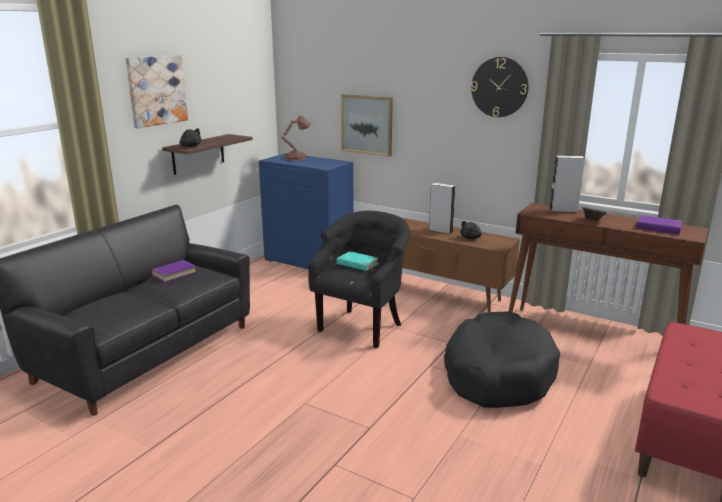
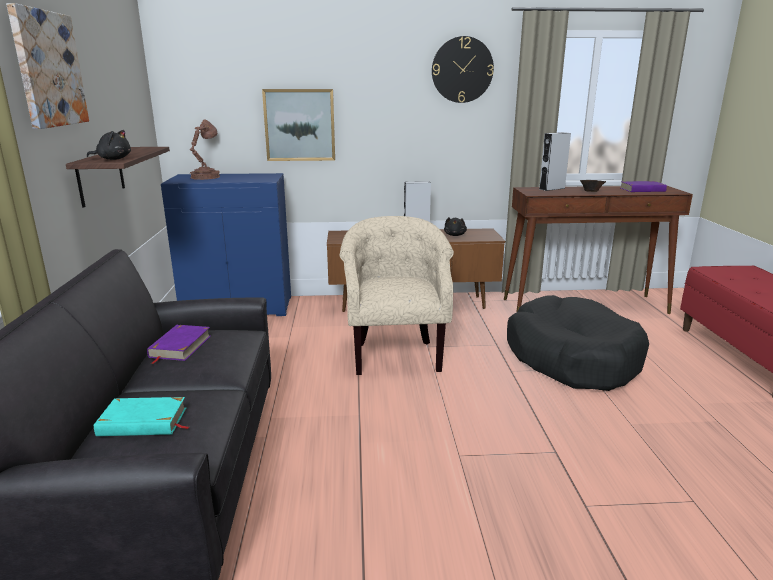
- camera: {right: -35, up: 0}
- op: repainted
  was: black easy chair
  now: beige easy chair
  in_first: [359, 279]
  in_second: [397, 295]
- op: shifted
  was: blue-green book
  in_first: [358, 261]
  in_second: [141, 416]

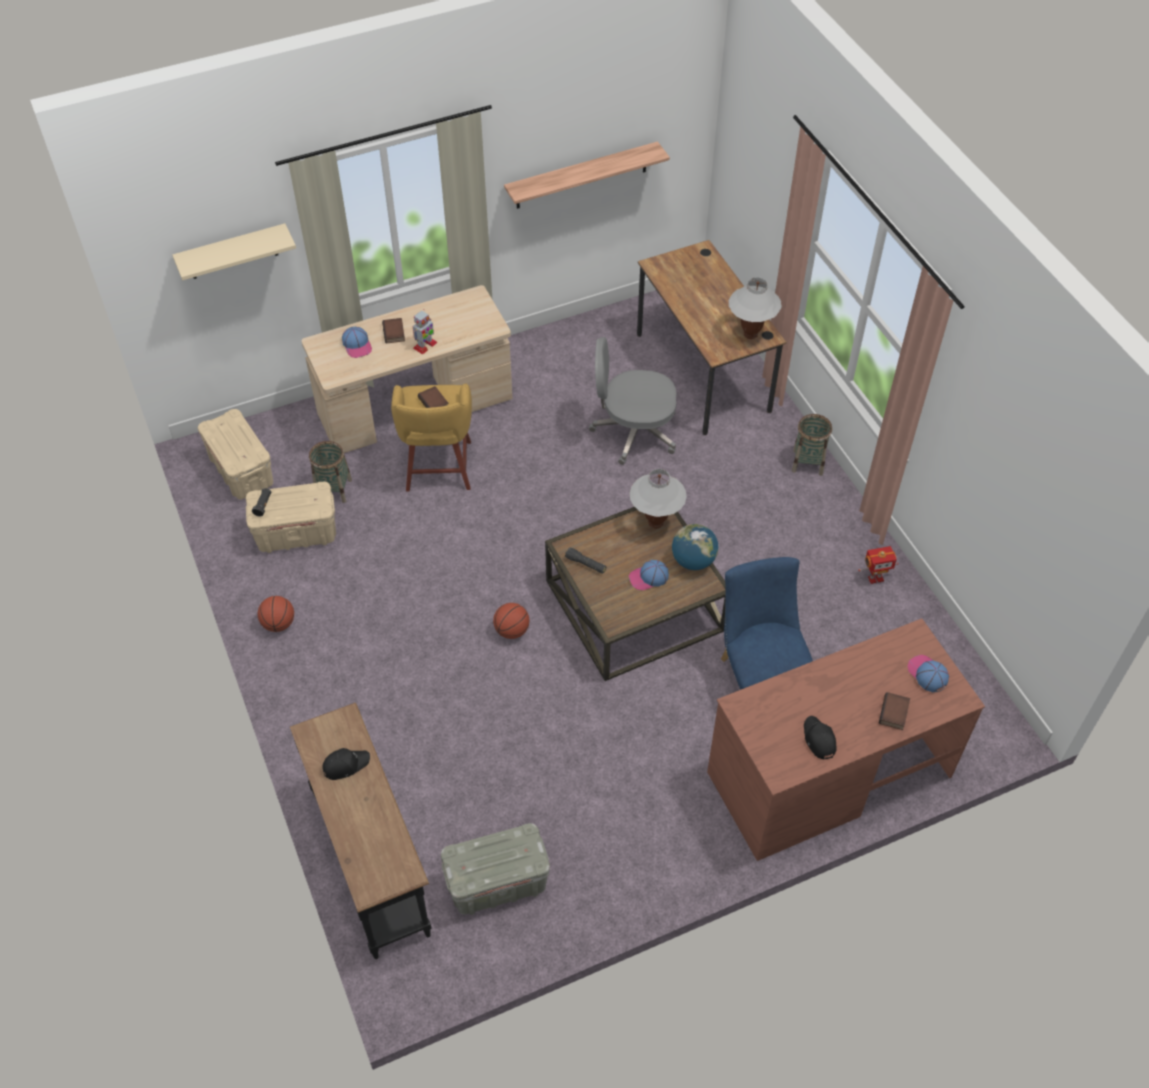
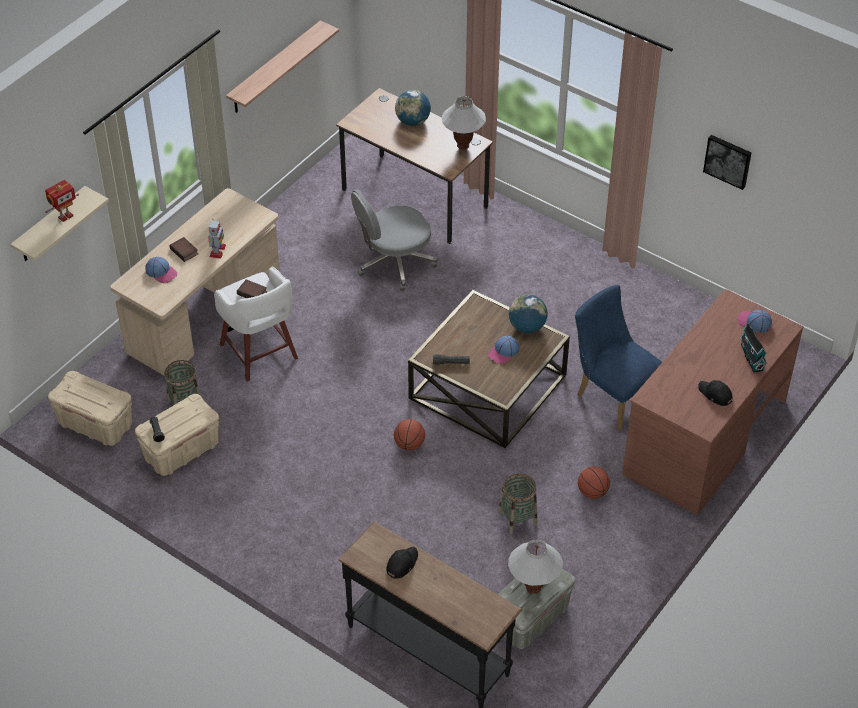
- camera: {right: -30, up: -5}
- op: shifted
  was: basketball ball
  in_first: [276, 614]
  in_second: [594, 482]
- op: repainted
  was: yellowish stool
  now: white-coloured stool
  in_first: [431, 437]
  in_second: [256, 324]
- op: shifted
  was: white-coloured table lamp
  in_first: [658, 499]
  in_second: [535, 566]
- op: shifted
  was: household basket
  in_first: [812, 445]
  in_second: [517, 504]
- op: shifted
  was: model robot
  in_first: [878, 565]
  in_second: [62, 201]
- op: swapped
  was: book
  now: miniature house
  in_first: [894, 711]
  in_second: [753, 347]
- op: new
  now: world globe
  in_second: [413, 108]
- op: new
  now: picture
  in_second: [727, 162]

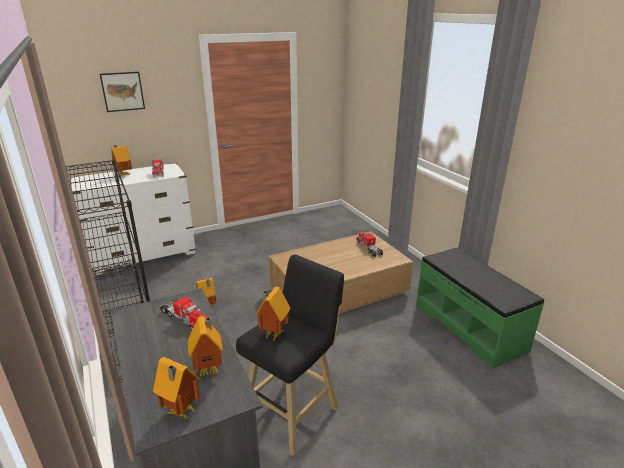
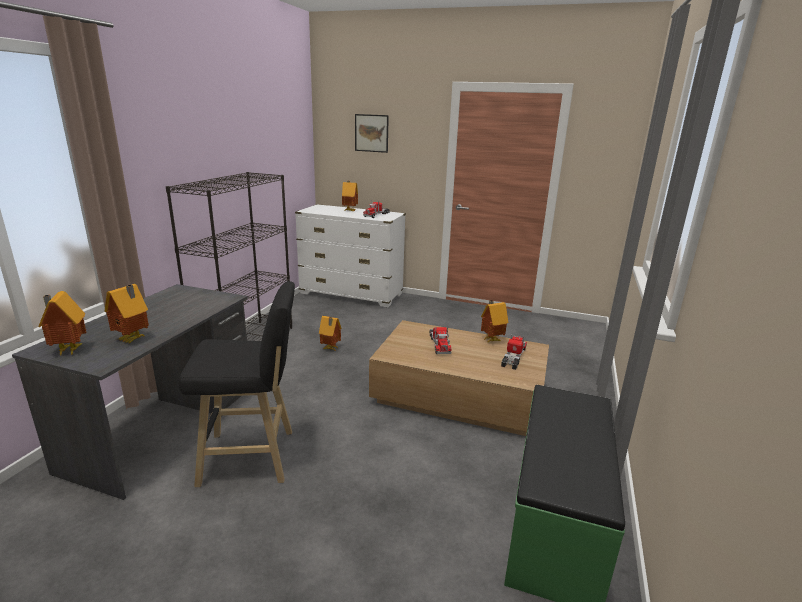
- camera: {right: 45, up: -5}
- op: shifted
  was: model truck
  in_first: [184, 314]
  in_second: [440, 340]
- op: shifted
  was: miniature house
  in_first: [272, 314]
  in_second: [495, 321]

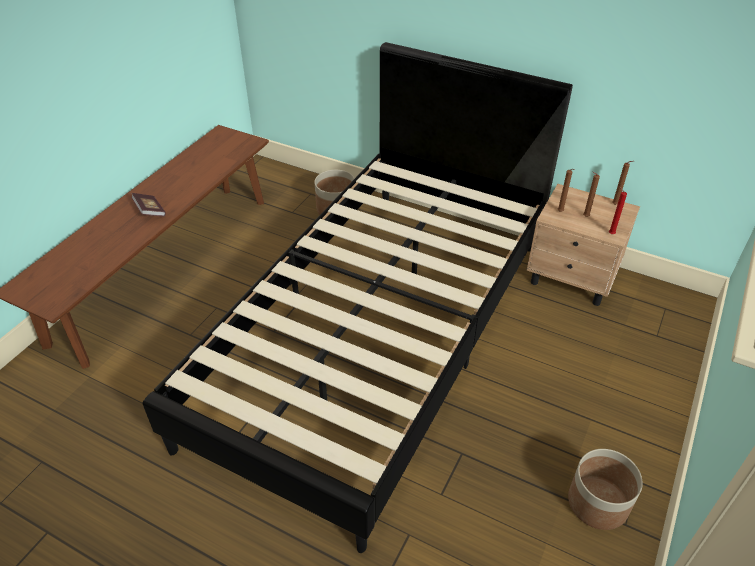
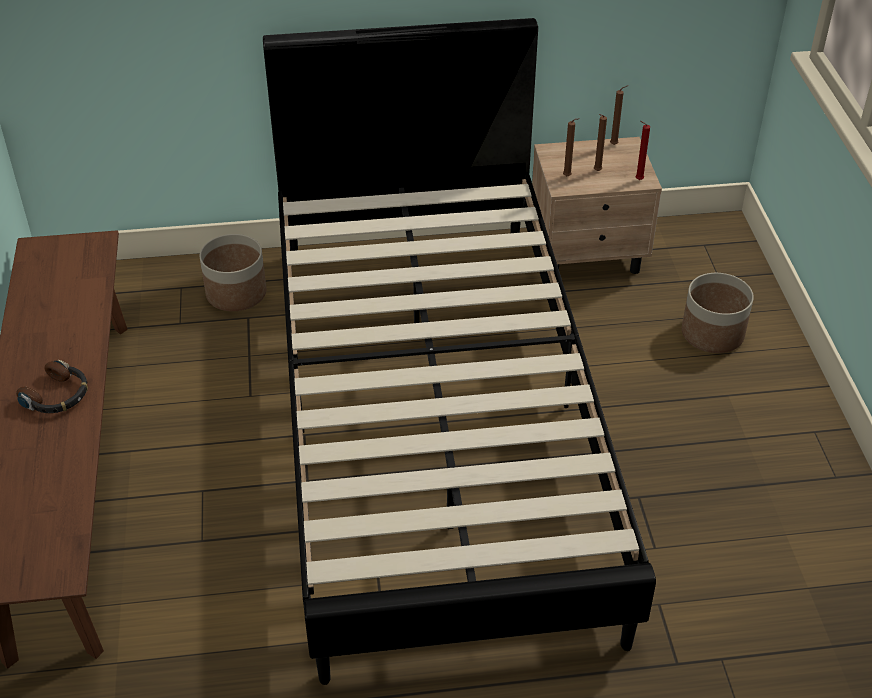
- camera: {right: -35, up: 0}
- op: swapped
  was: book
  now: headset
  in_first: [148, 204]
  in_second: [52, 386]
- op: shifted
  was: planter
  in_first: [605, 489]
  in_second: [718, 313]

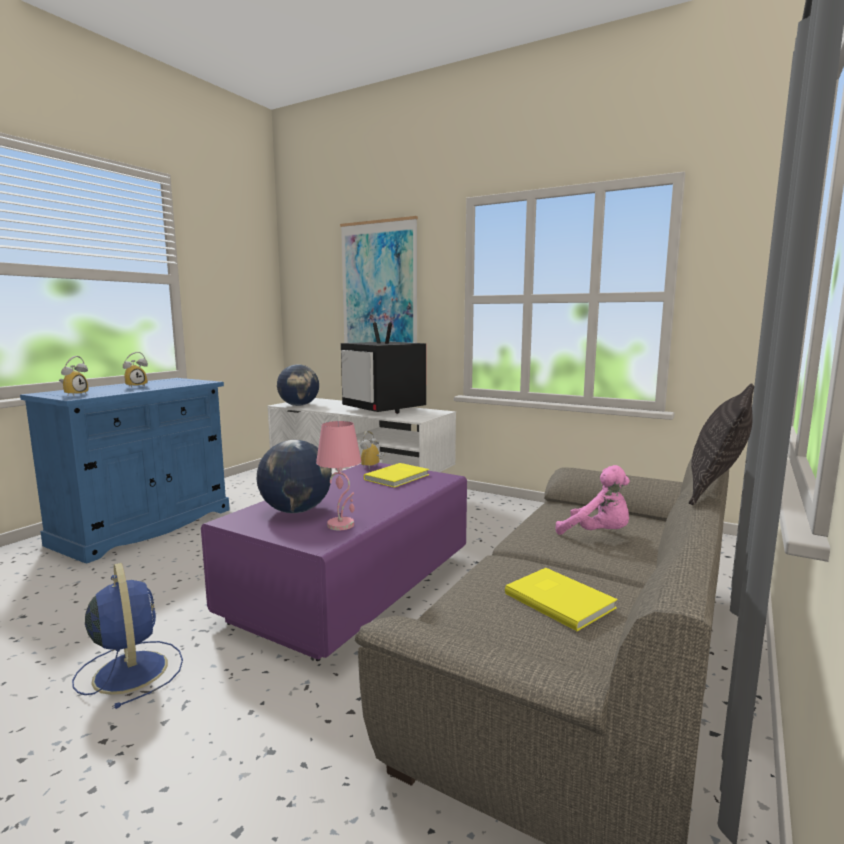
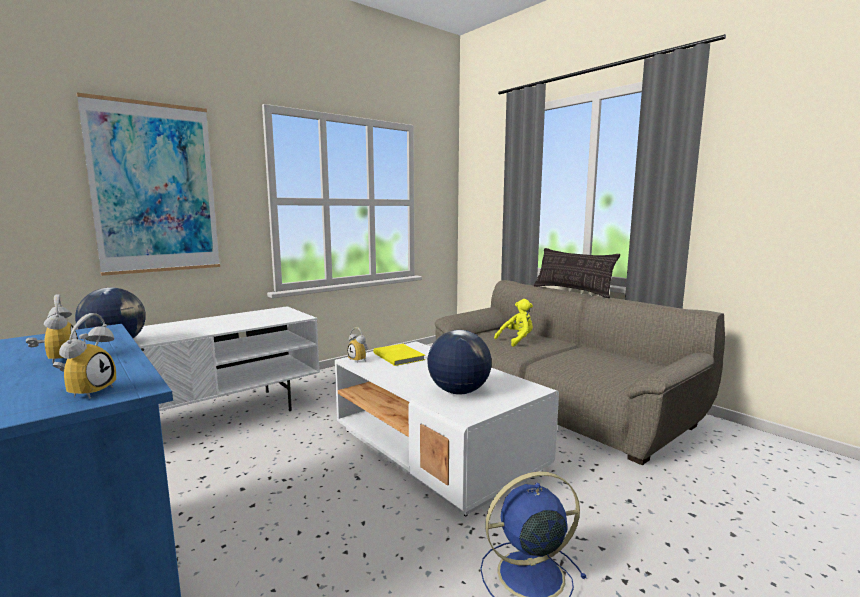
- camera: {right: -70, up: 0}
- op: rotated
  was: bedside clock
  in_first: [73, 376]
  in_second: [84, 356]
  clockwise: 60
- op: repainted
  was: purple-coloured coffee table
  now: white-coloured coffee table
  in_first: [334, 562]
  in_second: [447, 428]
- op: gone
  was: pinkish table lamp
  in_first: [338, 475]
- op: gone
  was: television
  in_first: [383, 368]
- op: gone
  was: yellowish book
  in_first: [561, 599]
- op: repainted
  was: pinkish soft toy
  now: yellowish soft toy
  in_first: [593, 500]
  in_second: [513, 323]

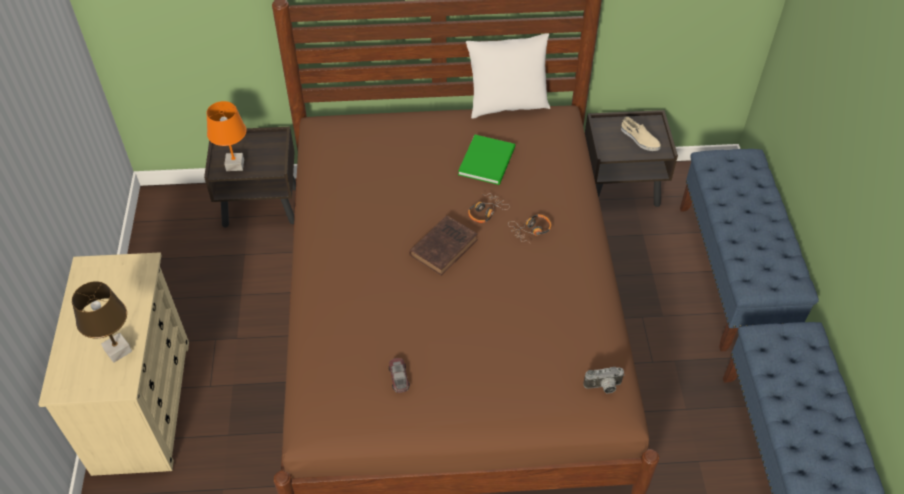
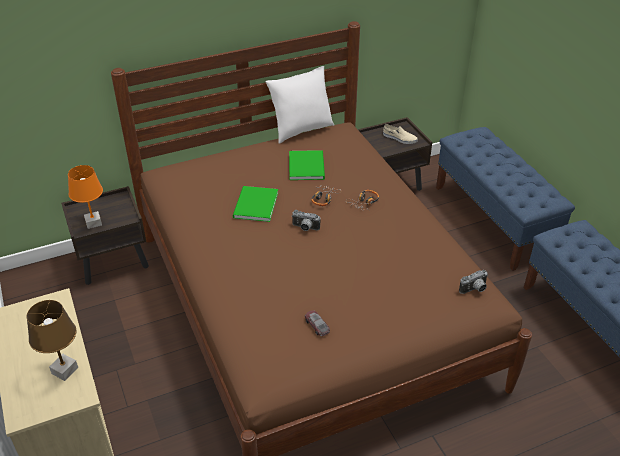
- camera: {right: -20, up: -10}
- op: swapped
  was: brownish book
  now: photo camera
  in_first: [443, 245]
  in_second: [306, 220]
- op: new
  now: greenish book
  in_second: [255, 204]

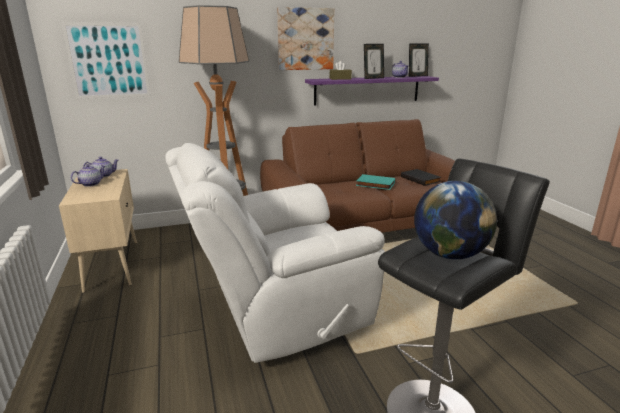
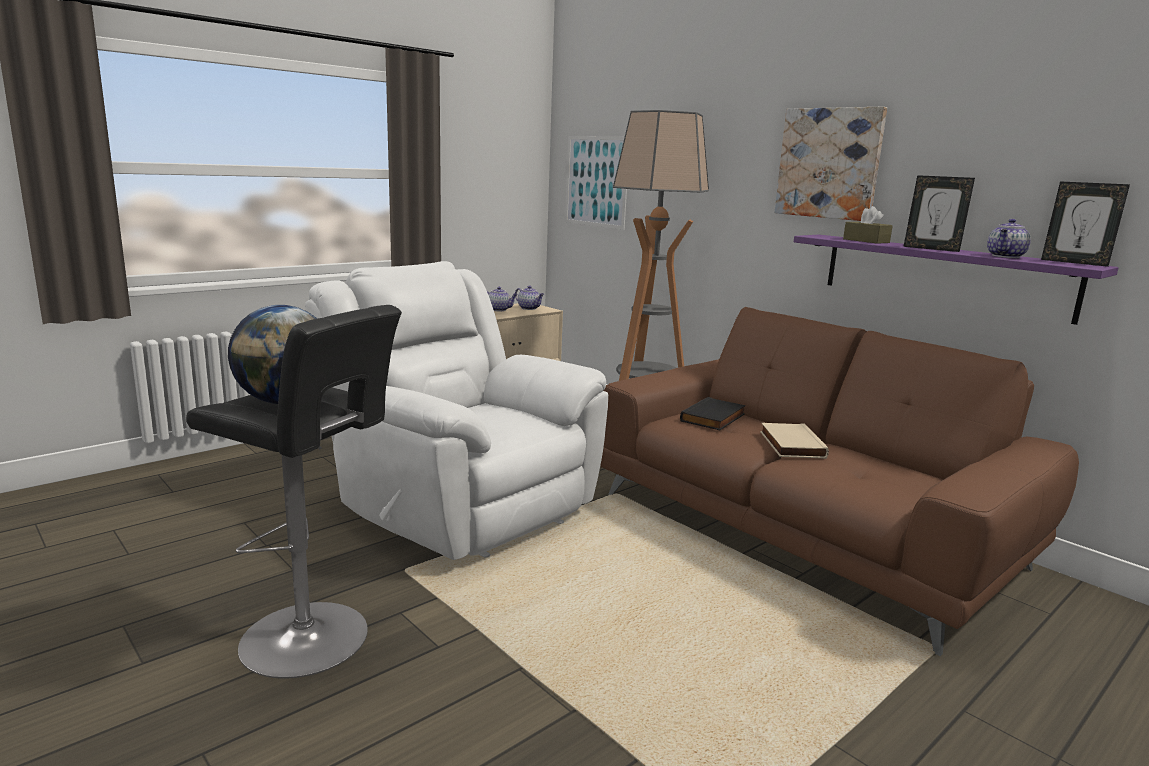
- camera: {right: 65, up: -5}
- op: repainted
  was: blue-green book
  now: beige book
  in_first: [375, 182]
  in_second: [794, 441]
- op: shifted
  was: black book
  in_first: [421, 177]
  in_second: [713, 413]

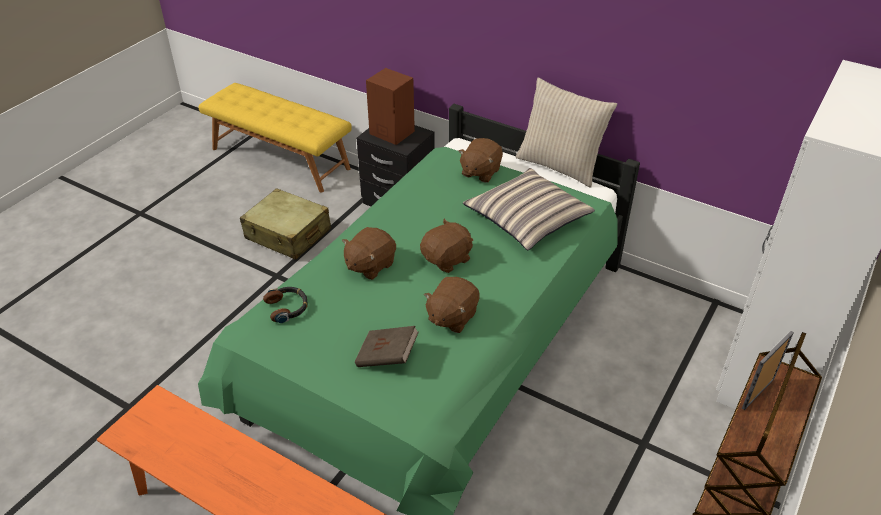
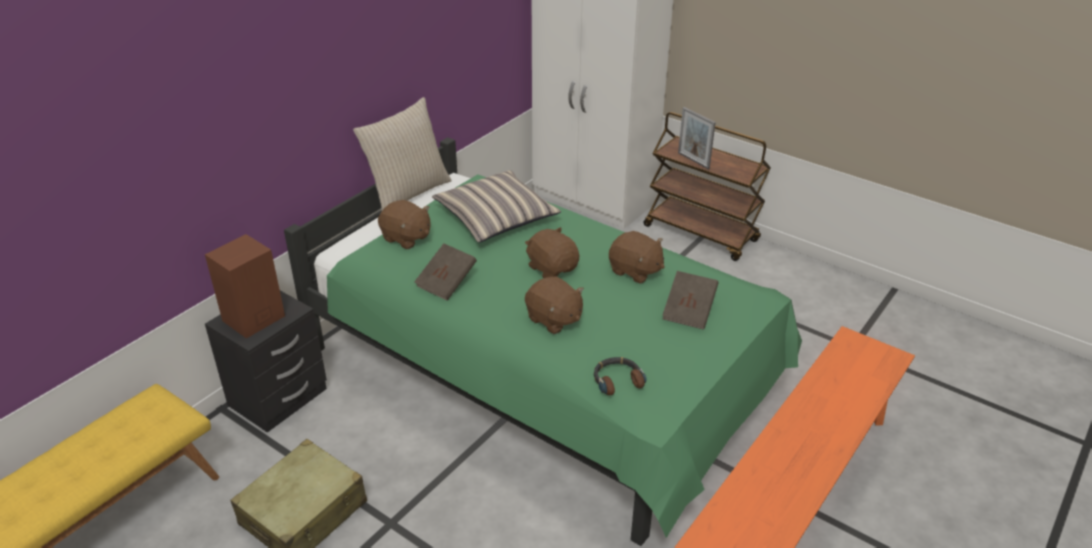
- camera: {right: -85, up: -5}
- op: new
  now: brownish book
  in_second: [445, 272]

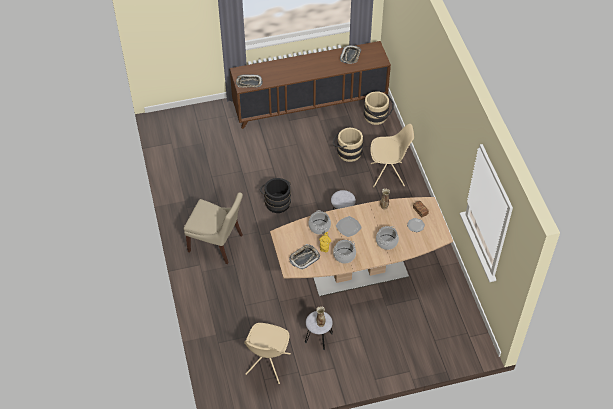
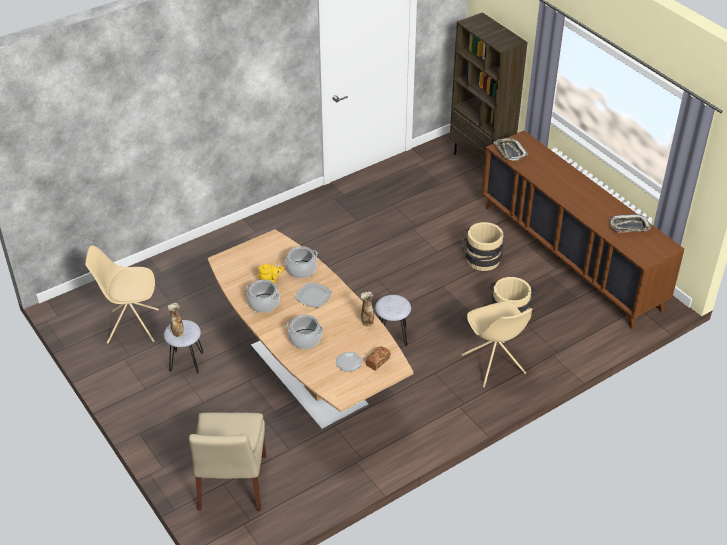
- camera: {right: 70, up: -10}
- op: shifted
  was: beige plain chair
  in_first: [213, 228]
  in_second: [227, 461]
- op: gone
  was: black pail
  in_first: [275, 195]
- op: gone
  was: tray
  in_first: [304, 257]
- op: shifted
  was: beige pail
  in_first: [379, 108]
  in_second: [483, 246]
- op: new
  now: brownish bookcase
  in_second: [489, 89]

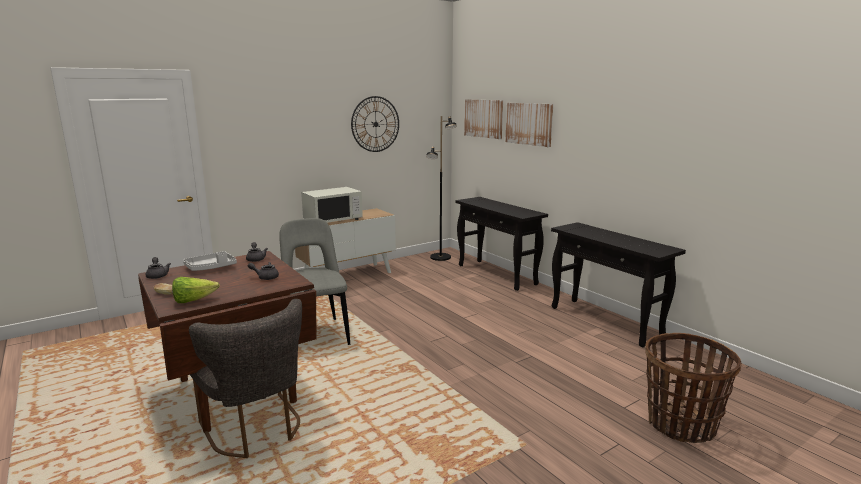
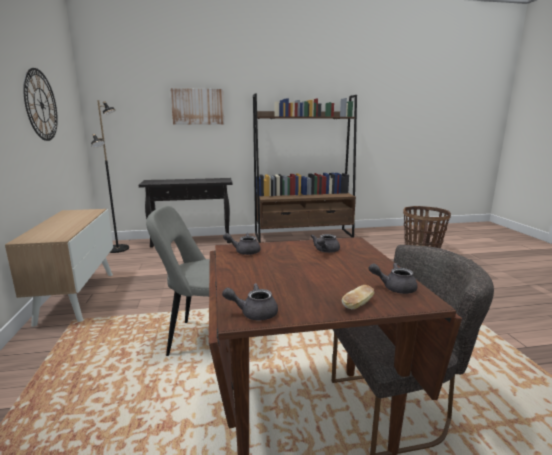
- camera: {right: -65, up: 0}
- op: swapped
  was: head of lettuce
  now: grey teapot
  in_first: [196, 290]
  in_second: [393, 278]
- op: gone
  was: grey tray
  in_first: [210, 261]
- op: gone
  was: white-coloured kitchen microwave
  in_first: [332, 205]
- op: gone
  was: picture
  in_first: [483, 119]
- op: swapped
  was: black hall table
  now: brownish bookcase
  in_first: [618, 284]
  in_second: [305, 168]

